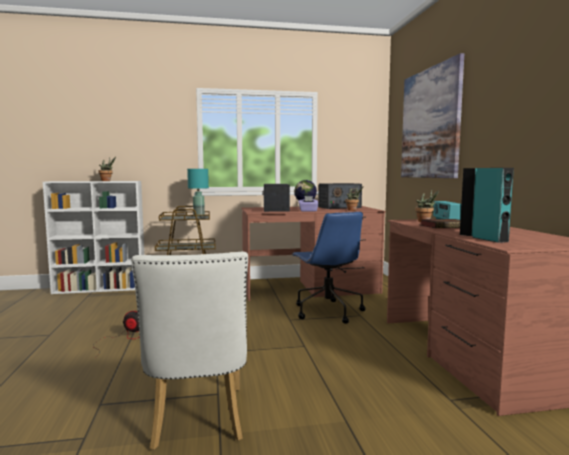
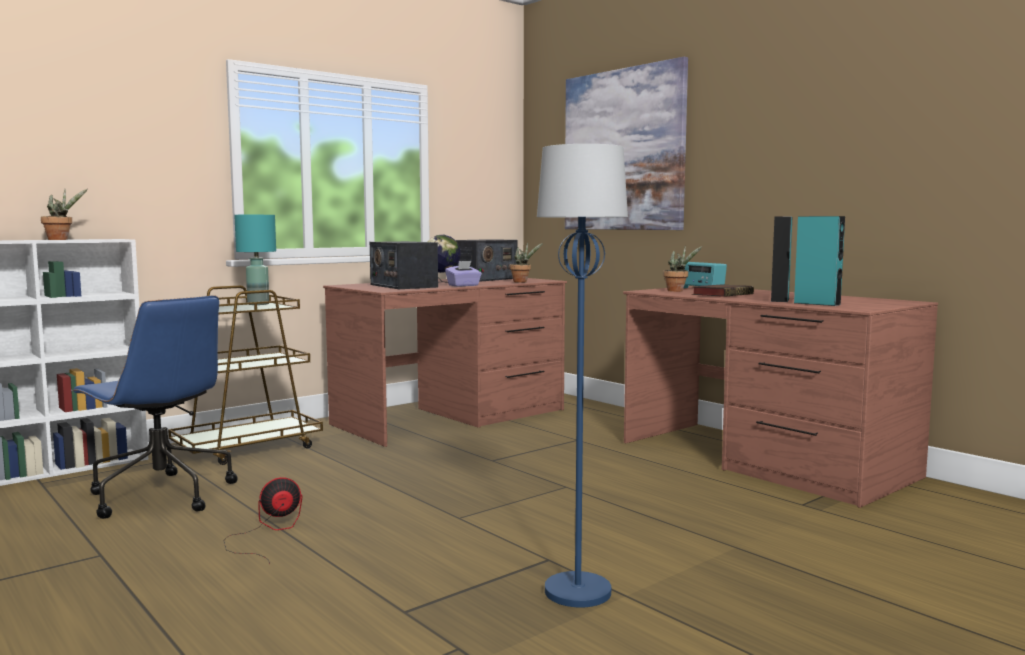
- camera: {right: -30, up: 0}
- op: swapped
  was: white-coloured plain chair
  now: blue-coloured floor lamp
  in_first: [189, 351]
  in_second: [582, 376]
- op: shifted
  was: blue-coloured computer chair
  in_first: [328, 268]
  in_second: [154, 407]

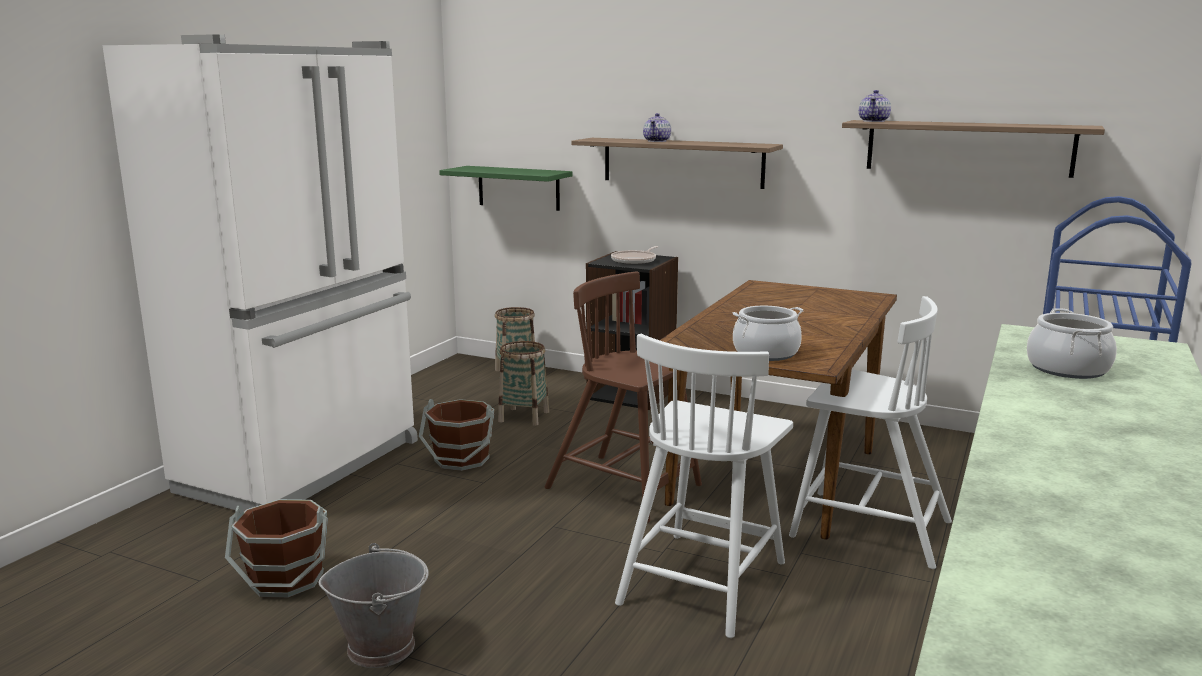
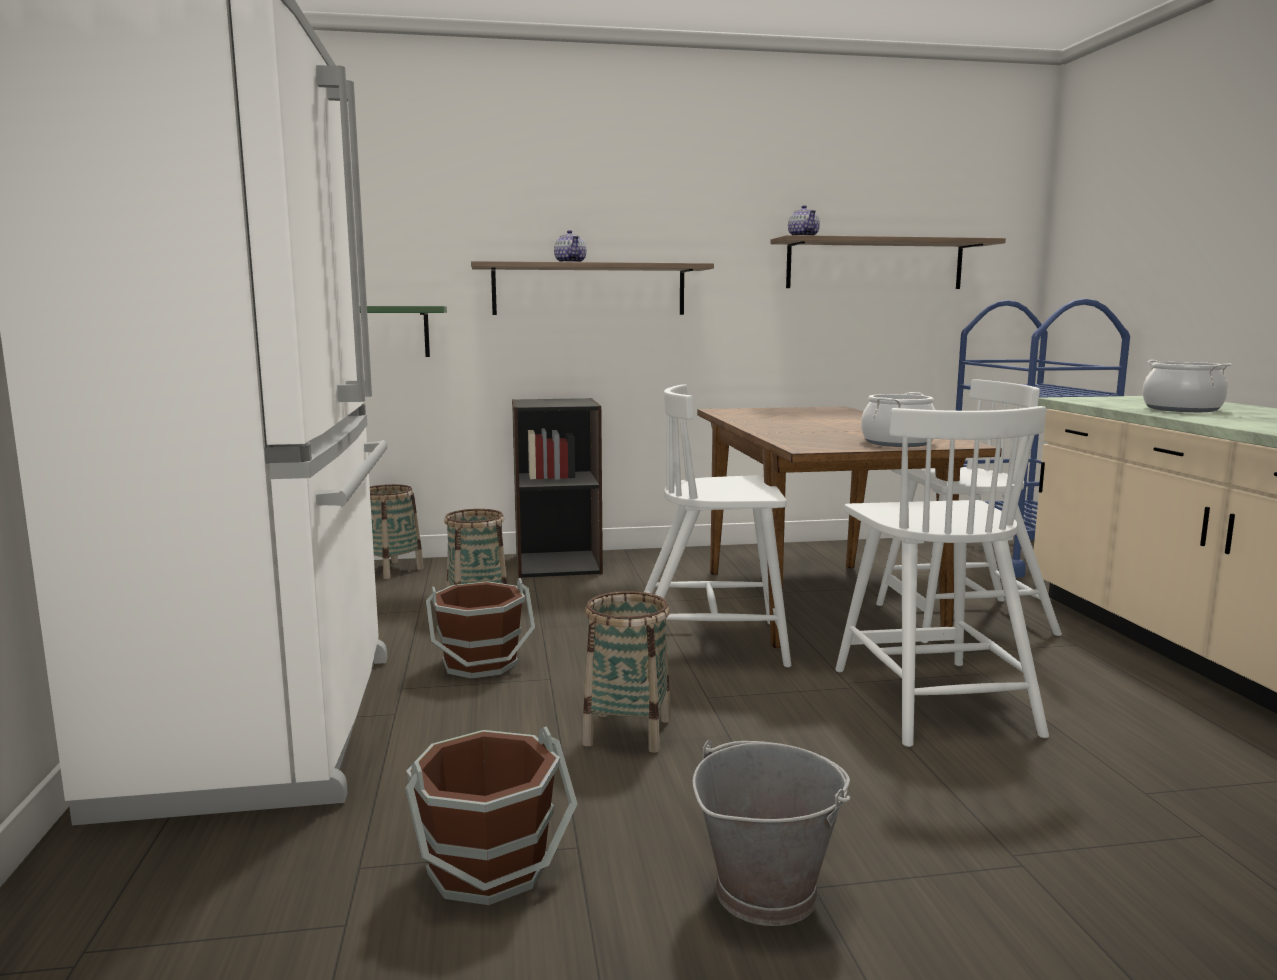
- camera: {right: -35, up: -5}
- op: repainted
  was: brownish plain chair
  now: white-coloured plain chair
  in_first: [623, 397]
  in_second: [717, 525]
- op: gone
  was: frying pan
  in_first: [634, 255]
- op: new
  now: household basket
  in_second: [626, 672]

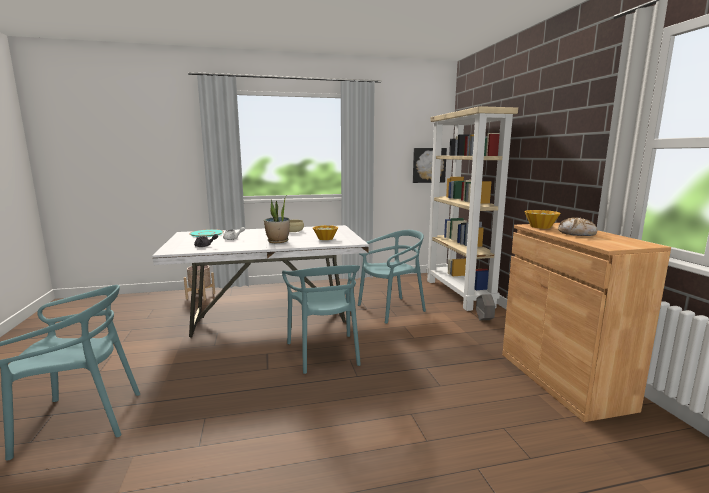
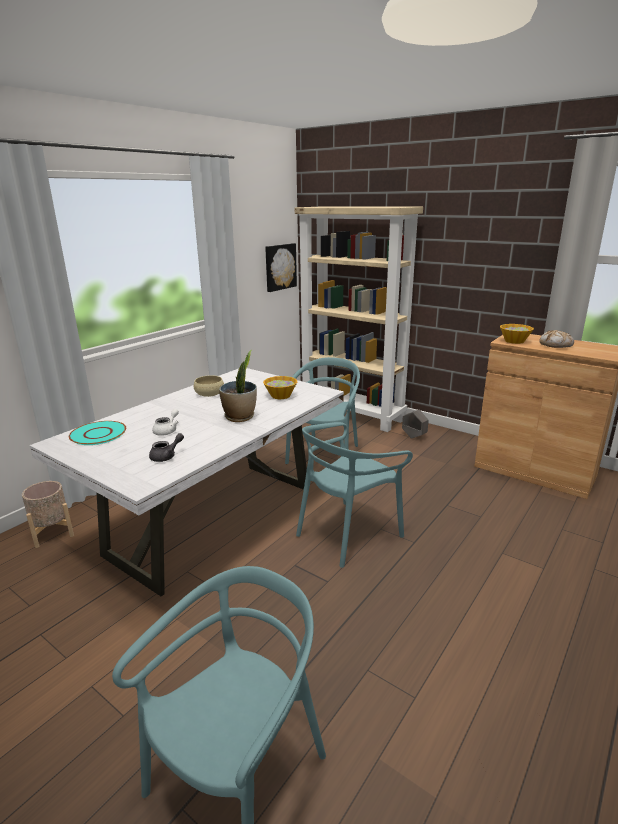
- camera: {right: -40, up: 10}
- op: rotated
  was: blue-green plain chair
  in_first: [321, 319]
  in_second: [354, 495]
  clockwise: 105

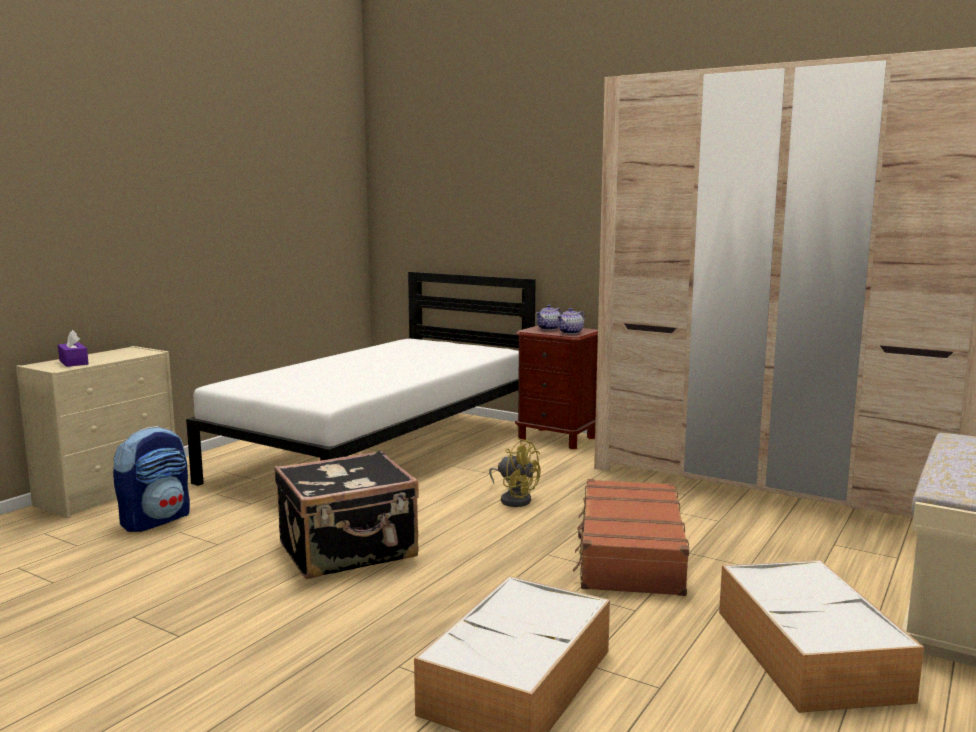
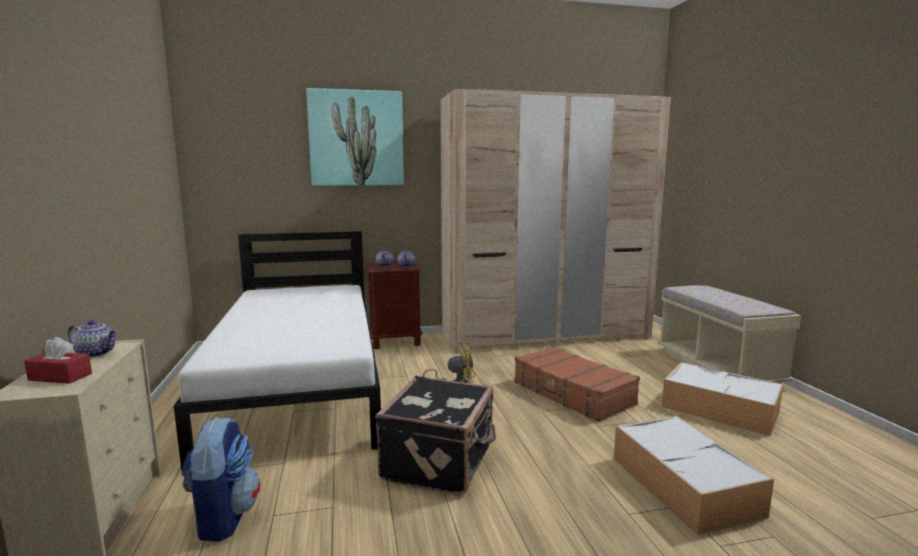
- camera: {right: -45, up: 0}
- op: repainted
  was: purple-coloured box of tissues
  now: red box of tissues
  in_first: [73, 348]
  in_second: [58, 360]
- op: new
  now: teapot
  in_second: [93, 339]
- op: new
  now: picture
  in_second: [355, 136]

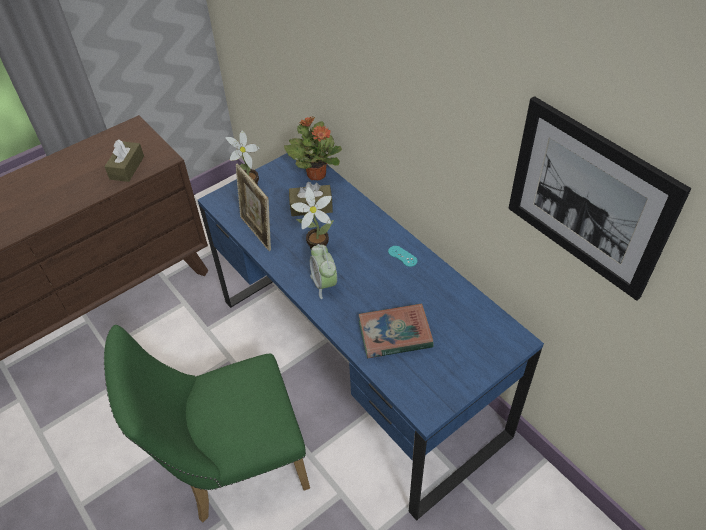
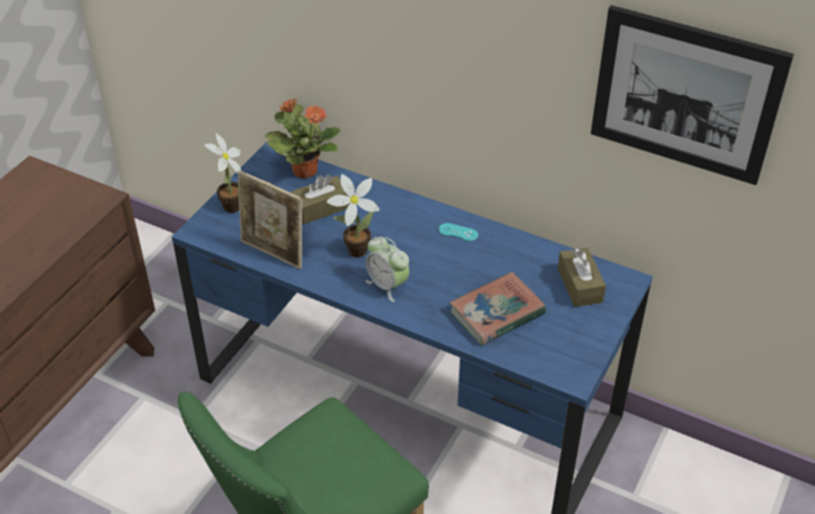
- camera: {right: -25, up: -5}
- op: shifted
  was: brownish box of tissues
  in_first: [124, 160]
  in_second: [582, 277]

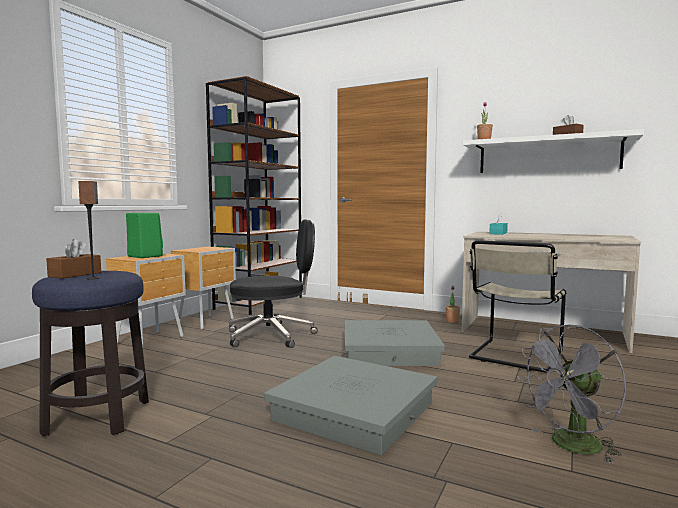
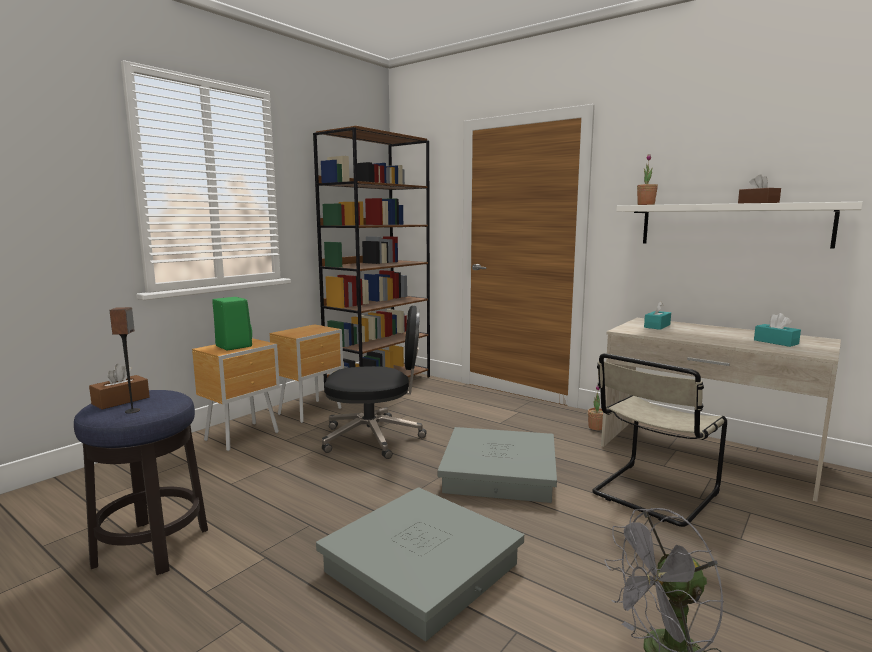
- camera: {right: 10, up: 5}
- op: new
  now: blue-green box of tissues
  in_second: [777, 330]

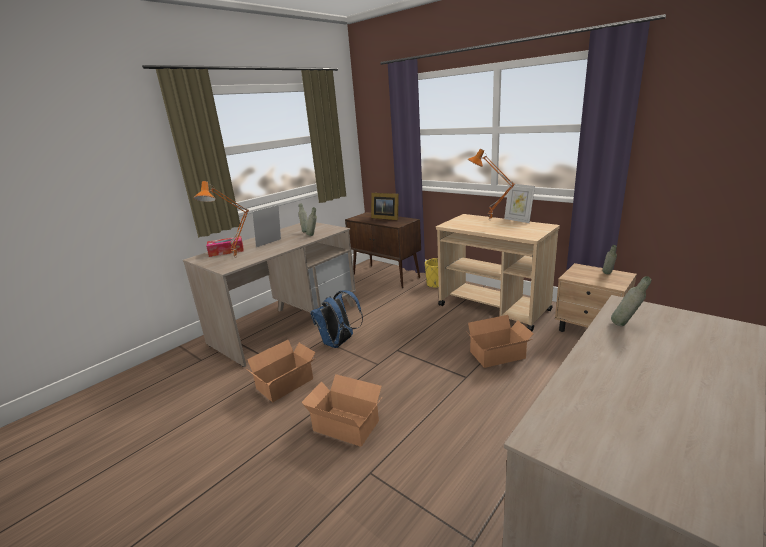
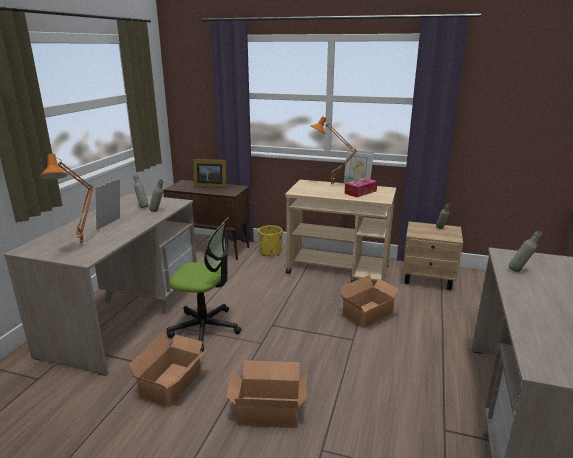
- camera: {right: -25, up: 0}
- op: shifted
  was: box of tissues
  in_first: [225, 246]
  in_second: [360, 187]
- op: swapped
  was: blue-coloured backpack
  now: computer chair
  in_first: [336, 319]
  in_second: [204, 284]

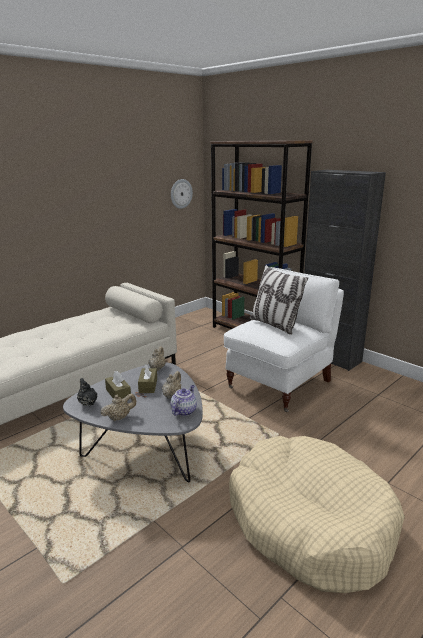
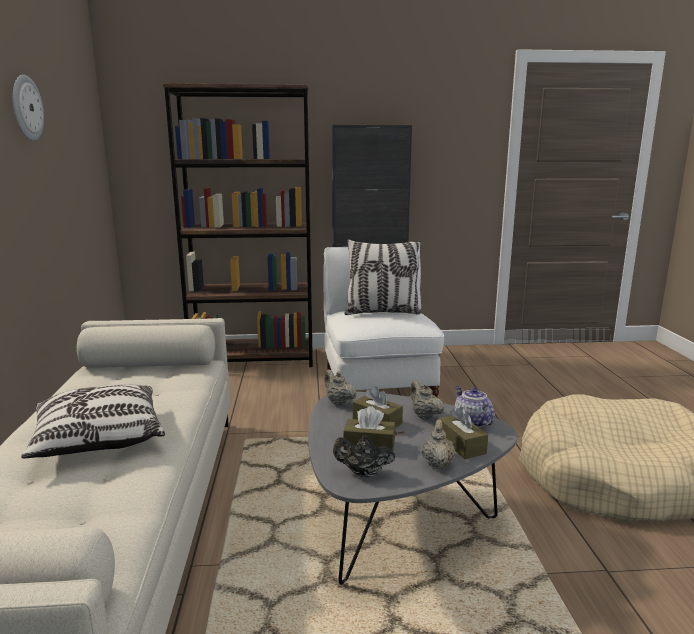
- camera: {right: -50, up: -5}
- op: shifted
  was: clock on the wall
  in_first: [182, 194]
  in_second: [28, 108]
- op: new
  now: cushion
  in_second: [93, 422]
- op: new
  now: brownish box of tissues
  in_second: [463, 433]

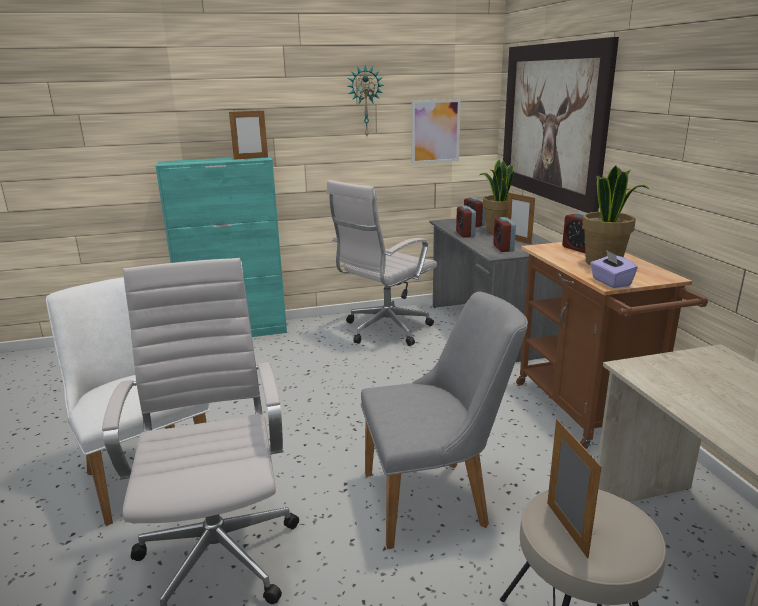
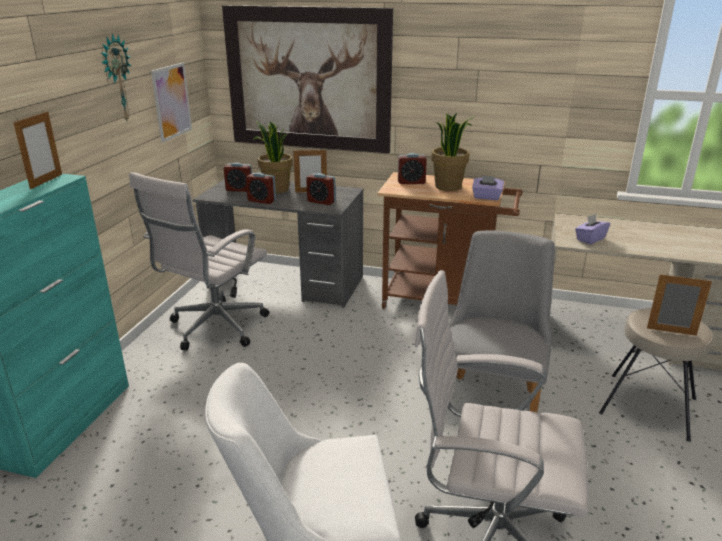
- camera: {right: -60, up: 5}
- op: rotated
  was: white-coloured computer chair
  in_first: [382, 263]
  in_second: [199, 261]
  clockwise: 45
- op: new
  now: purple-coloured box of tissues
  in_second: [592, 229]

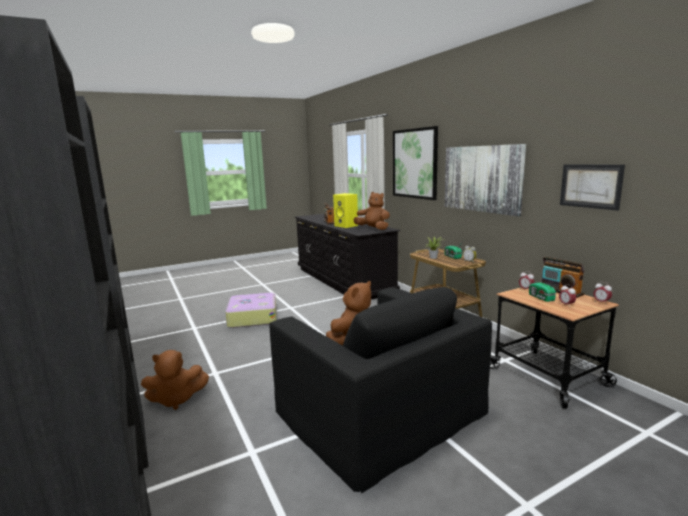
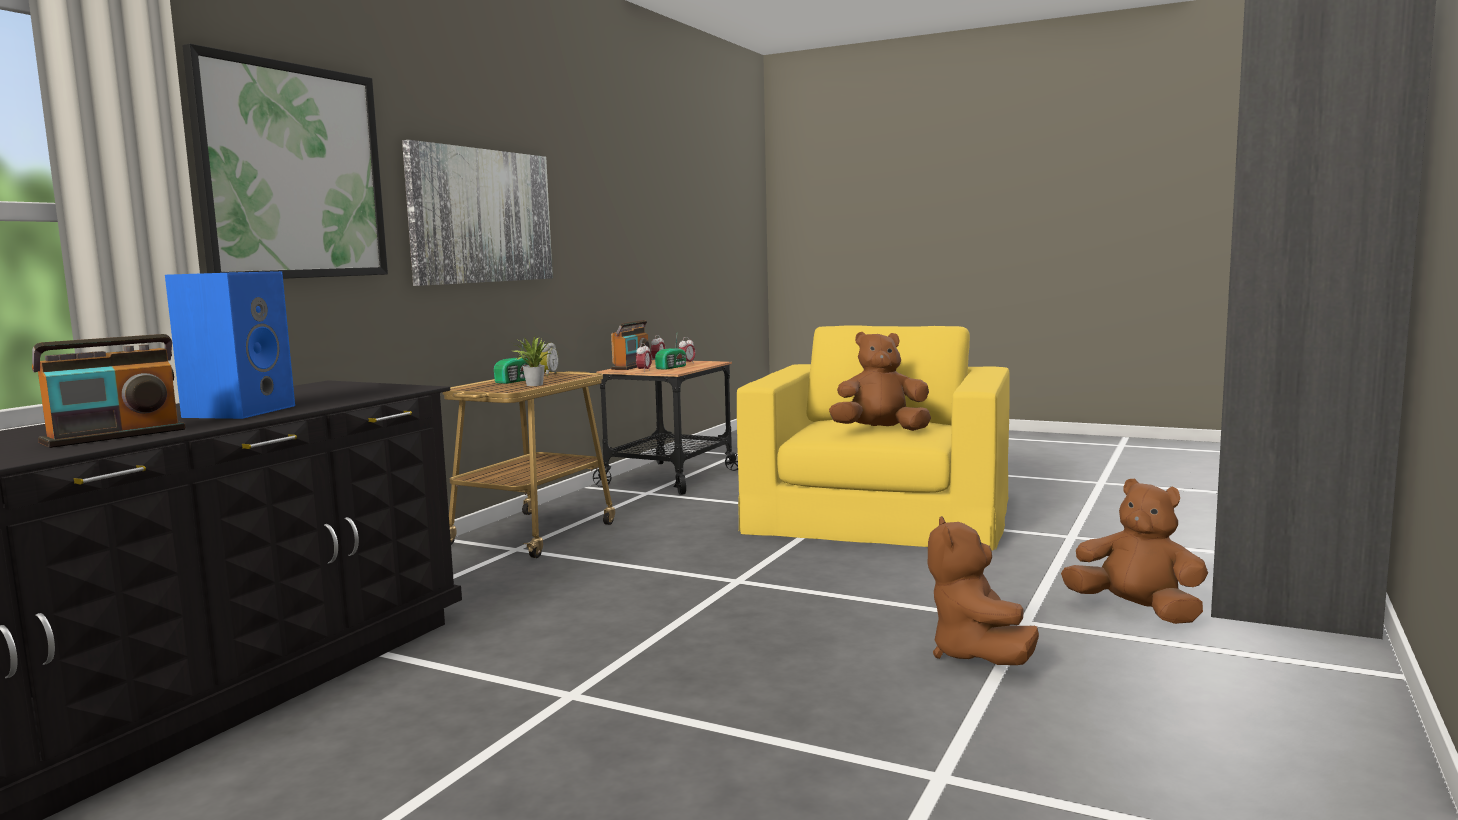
- camera: {right: -125, up: -5}
- op: gone
  was: piece of luggage
  in_first: [251, 310]
- op: repainted
  was: black easy chair
  now: yellowish easy chair
  in_first: [380, 390]
  in_second: [873, 438]
- op: repainted
  was: yellowish loudspeaker
  now: blue-coloured loudspeaker
  in_first: [345, 210]
  in_second: [230, 345]
- op: shifted
  was: brownish soft toy
  in_first: [372, 211]
  in_second: [983, 590]
- op: gone
  was: picture
  in_first: [592, 187]

